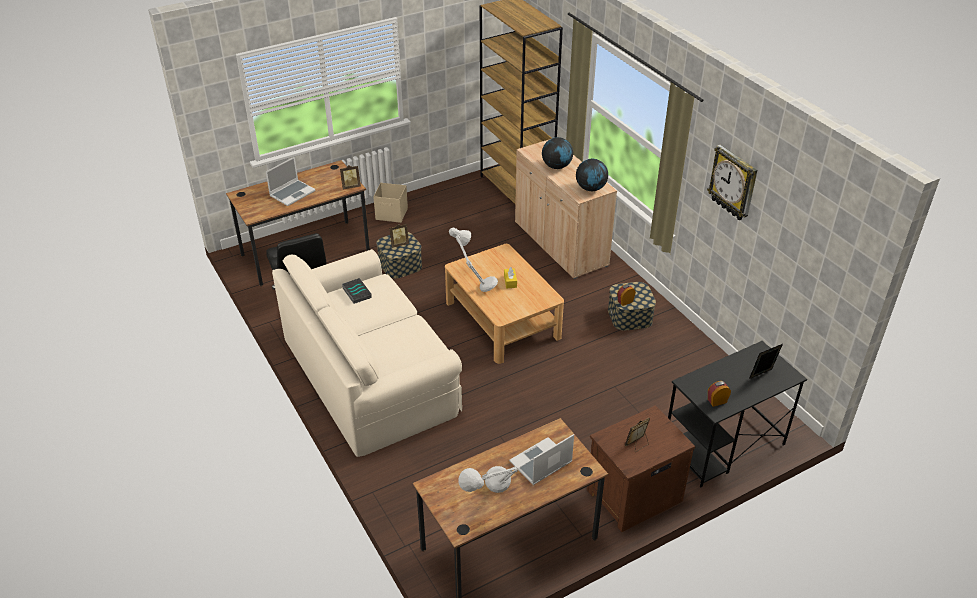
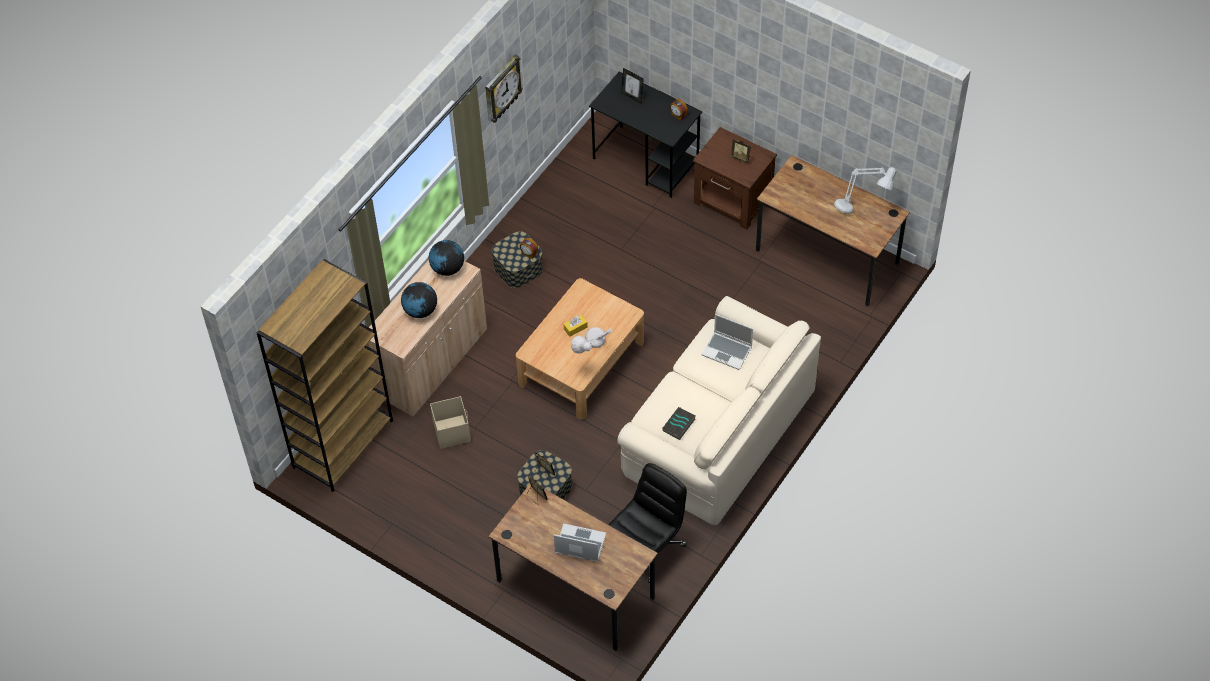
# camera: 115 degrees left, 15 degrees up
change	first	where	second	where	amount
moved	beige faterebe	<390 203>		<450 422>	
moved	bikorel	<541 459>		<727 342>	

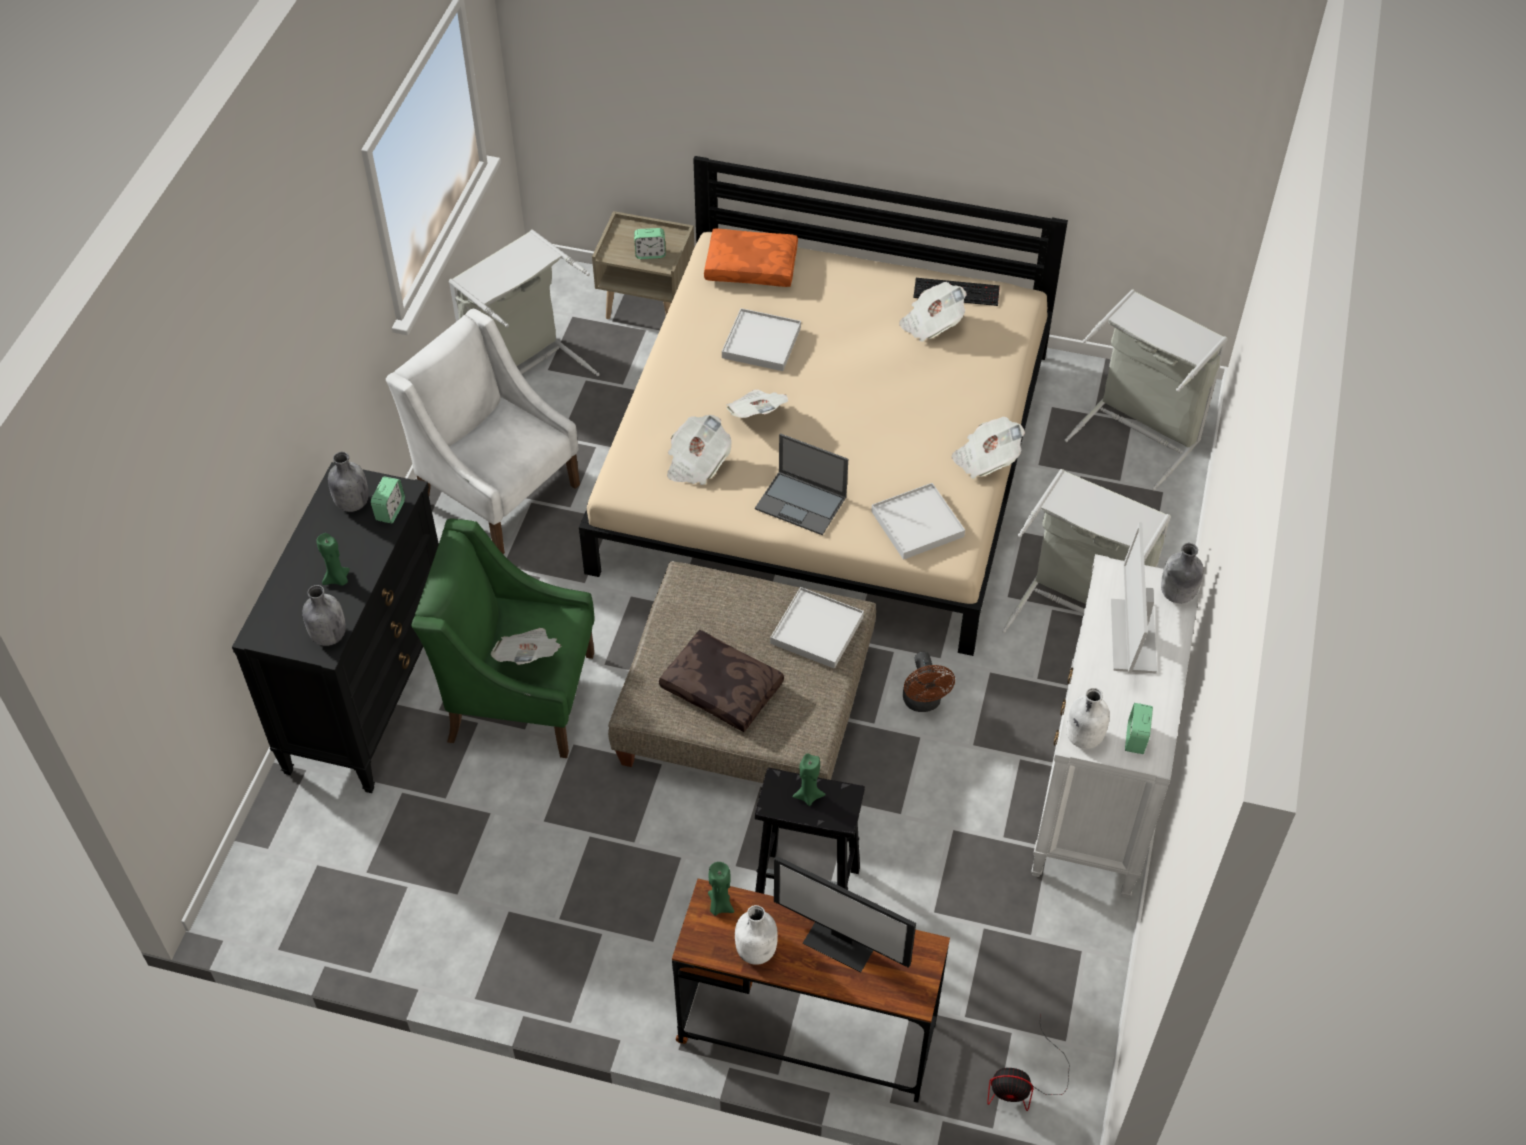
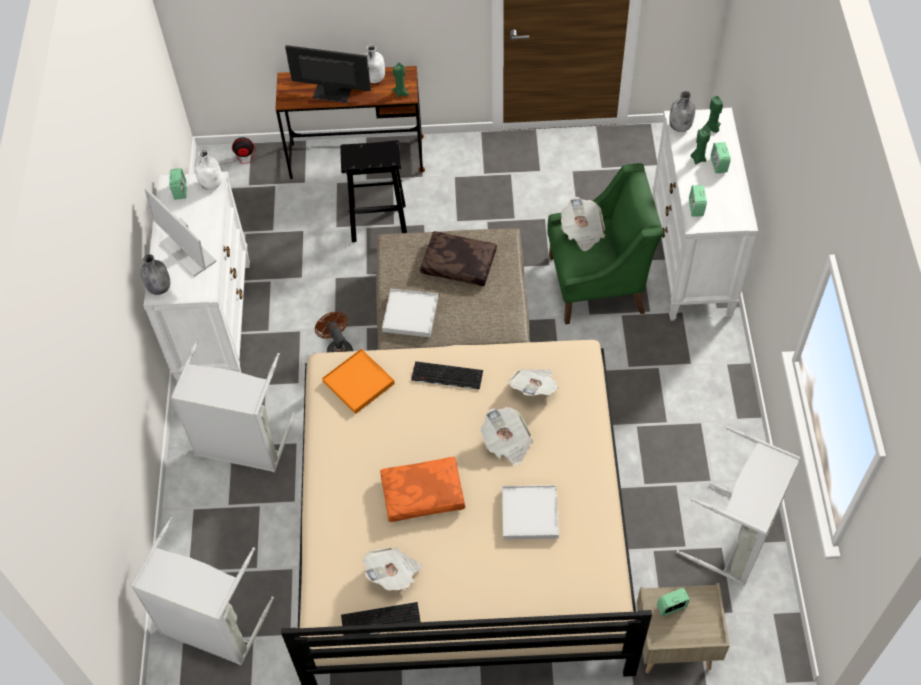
# camera: 165 degrees right, 5 degrees up
change	first	where	second	where	amount
turned	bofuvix	<1134 598>		<180 232>	150 degrees clockwise
recoloured	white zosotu	<918 521>	orange zosotu	<358 381>	
moved	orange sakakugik	<751 257>		<422 489>	
replaced	bikorel	<801 484>	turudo	<447 375>	
recoloured	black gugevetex	<335 627>	white gugevetex	<705 214>	
moved	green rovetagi	<809 779>		<714 114>	
added			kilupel	<721 157>	
removed	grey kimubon	<348 482>			
removed	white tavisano	<483 431>			
removed	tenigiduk	<988 448>			

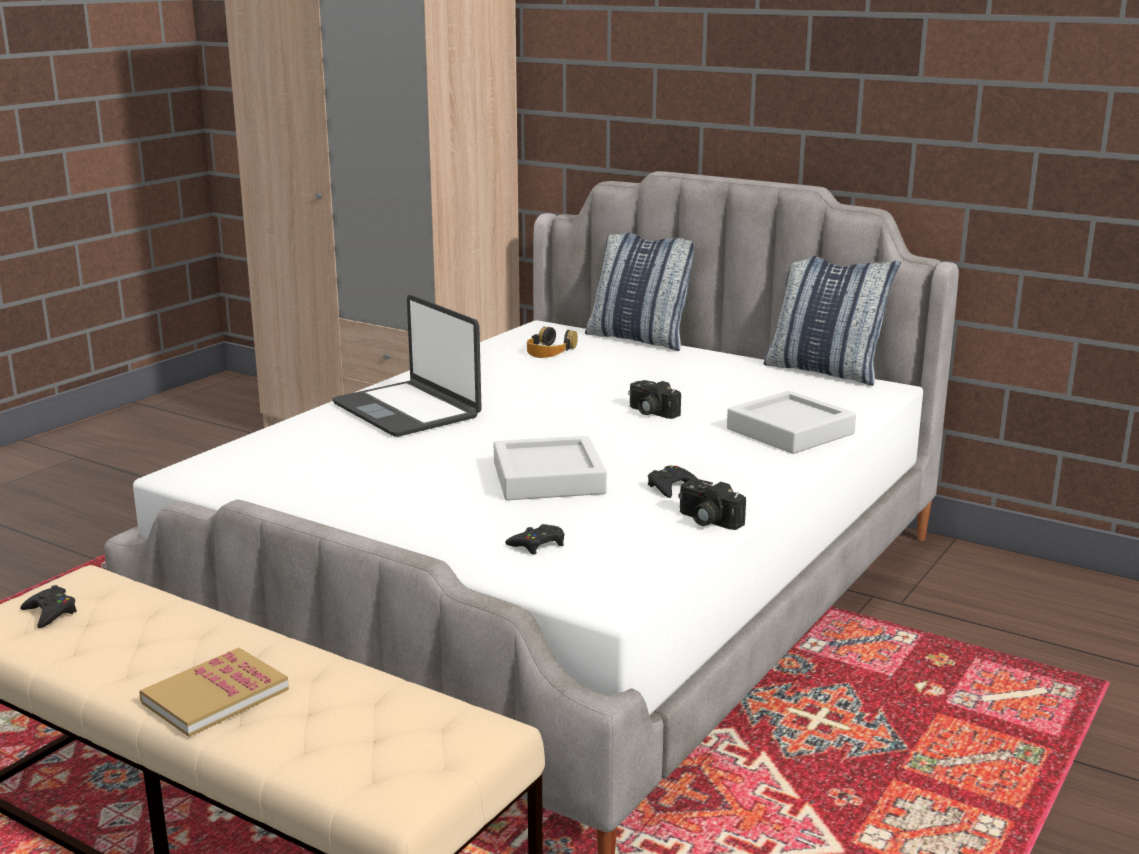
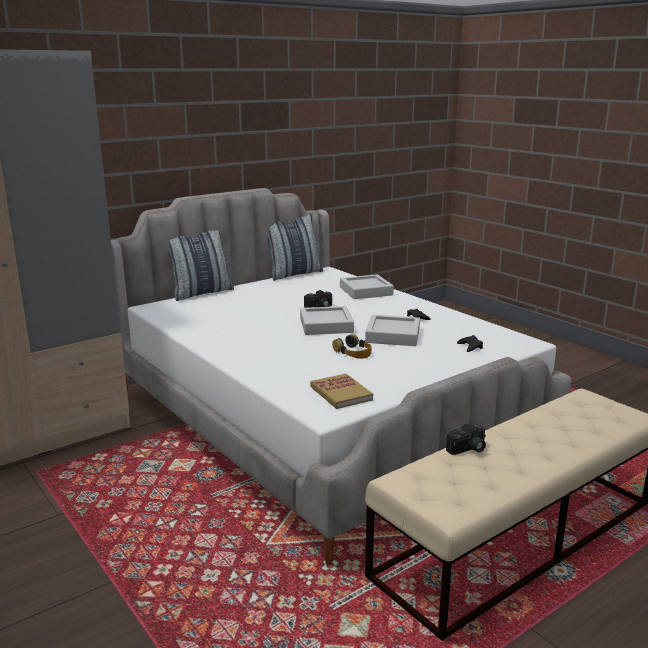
# camera: 70 degrees left, 0 degrees up
change	first	where	second	where	amount
added			grey zosotu	<327 320>	
moved	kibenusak	<214 692>		<341 391>	
moved	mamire	<552 342>		<352 346>	
moved	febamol	<712 504>		<466 439>	
removed	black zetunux	<48 606>			
removed	bikorel	<407 366>			

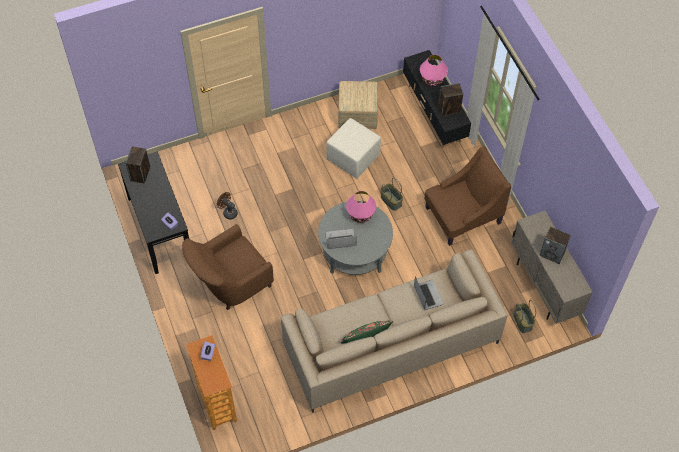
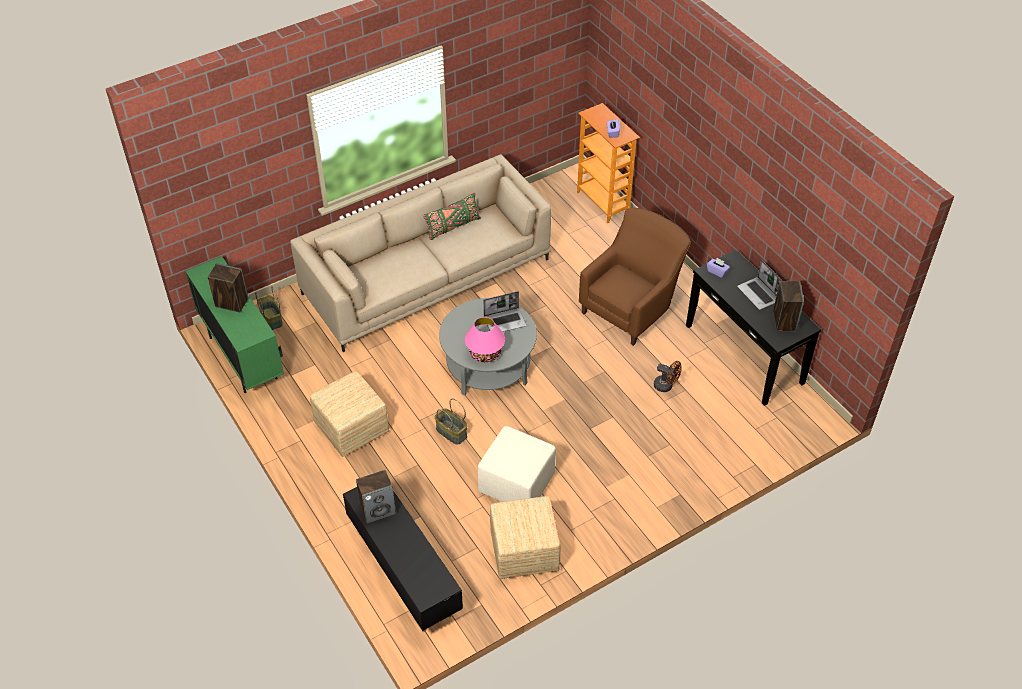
# camera: 170 degrees right, 10 degrees down
change	first	where	second	where	amount
recoloured	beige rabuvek	<552 267>	green rabuvek	<234 324>	
replaced	brown tavisano	<467 196>	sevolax	<349 414>	
moved	bikorel	<428 293>		<759 285>	
removed	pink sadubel	<434 70>			

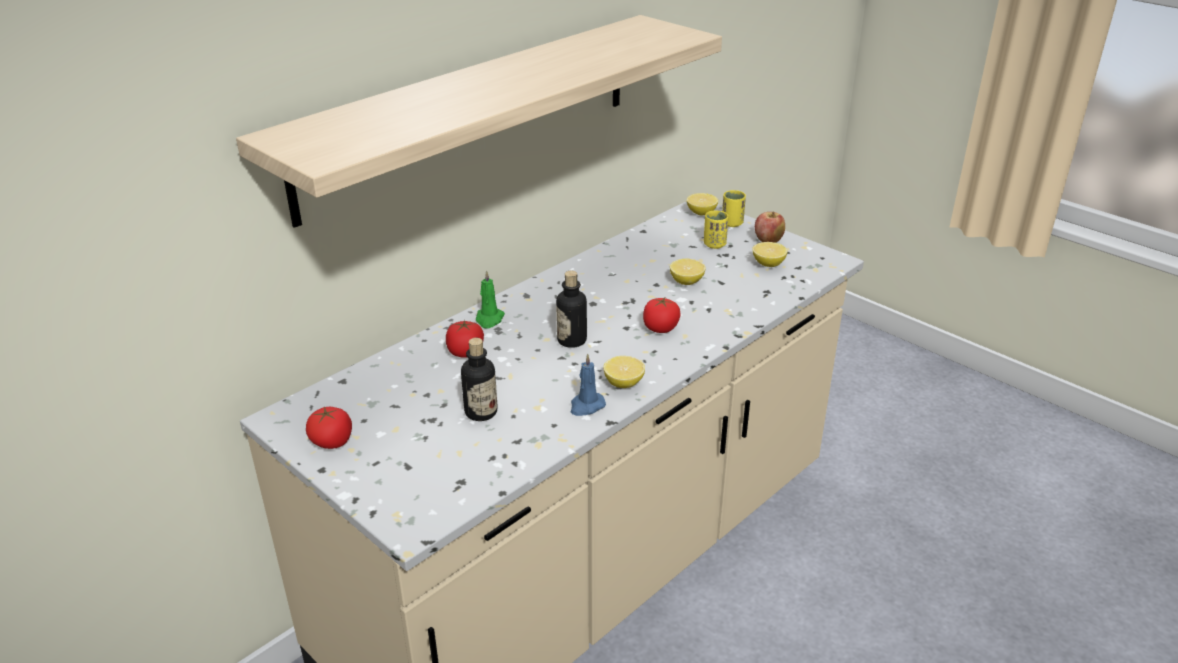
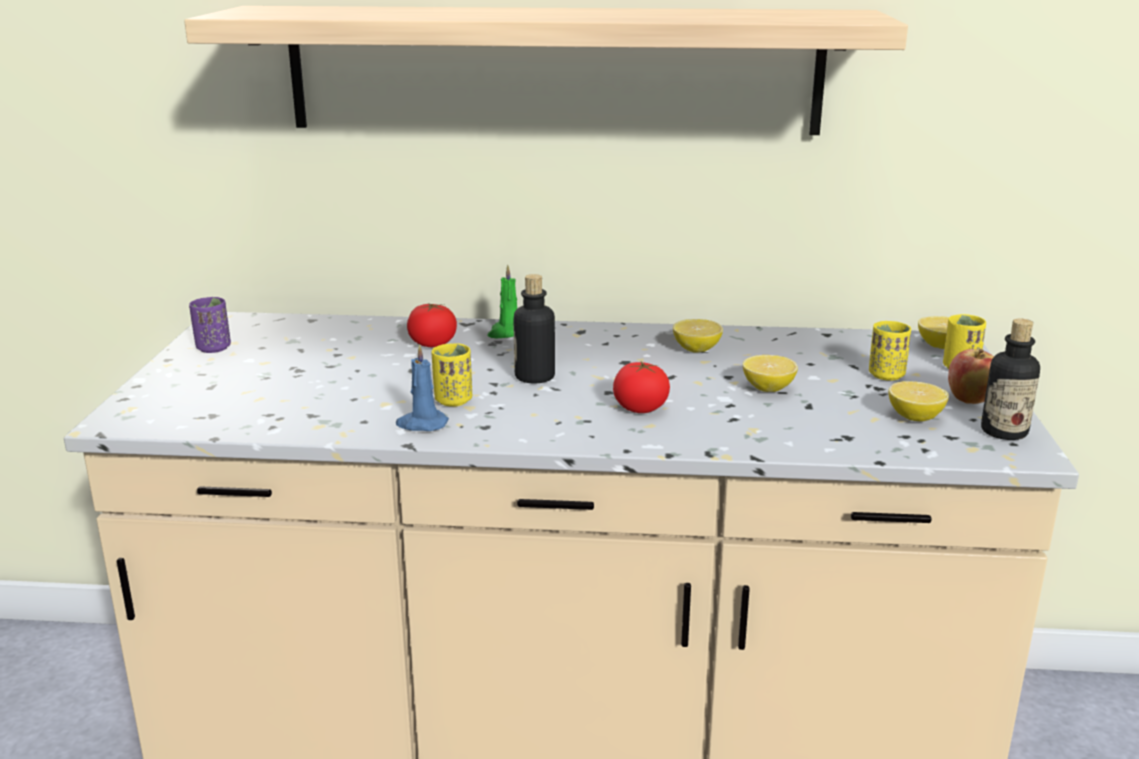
# camera: 50 degrees right, 10 degrees down
change	first	where	second	where	amount
replaced	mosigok	<329 427>	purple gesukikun	<210 325>	
added			yellow gesukikun	<452 374>	
moved	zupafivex	<624 372>		<698 336>	
moved	kimubon	<479 379>		<1010 379>	

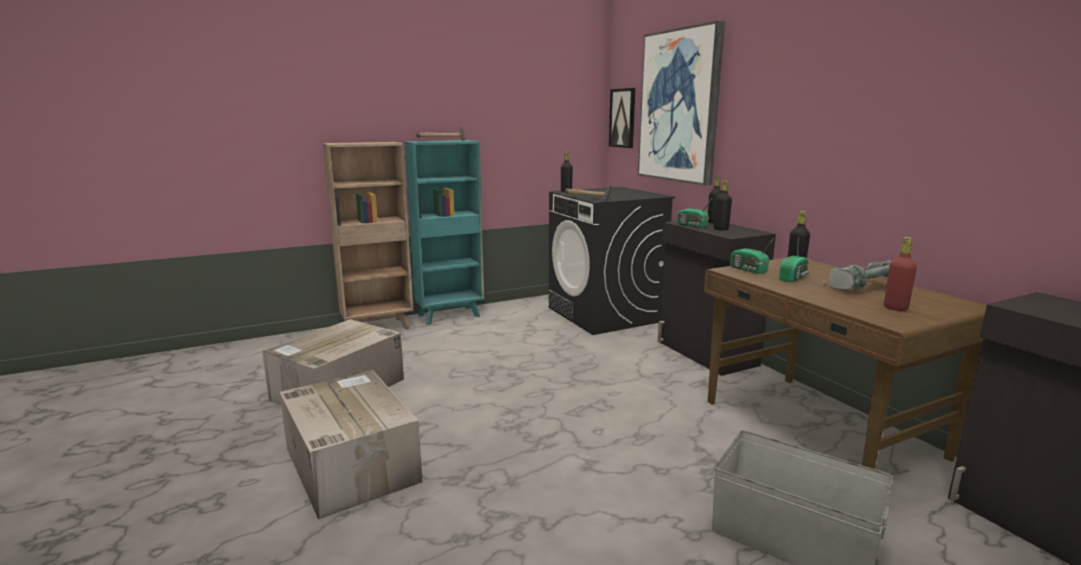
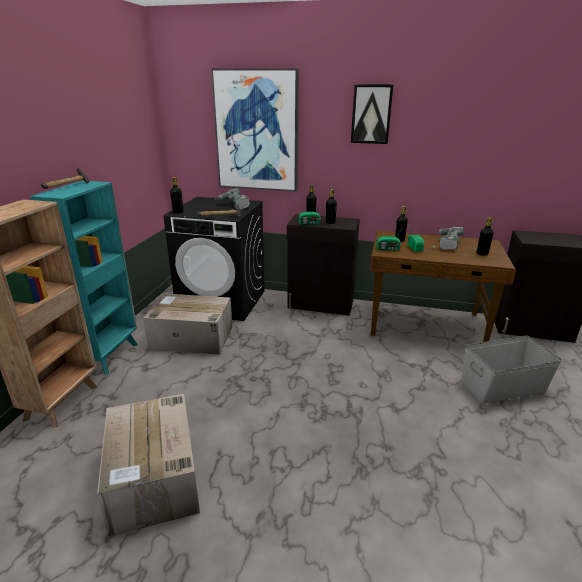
# camera: 50 degrees left, 10 degrees up
change	first	where	second	where	amount
moved	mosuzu	<350 444>		<188 324>	
added			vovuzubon	<232 199>	
moved	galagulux	<622 118>		<372 114>	
recoloured	red kimubon	<900 274>	black kimubon	<485 236>	

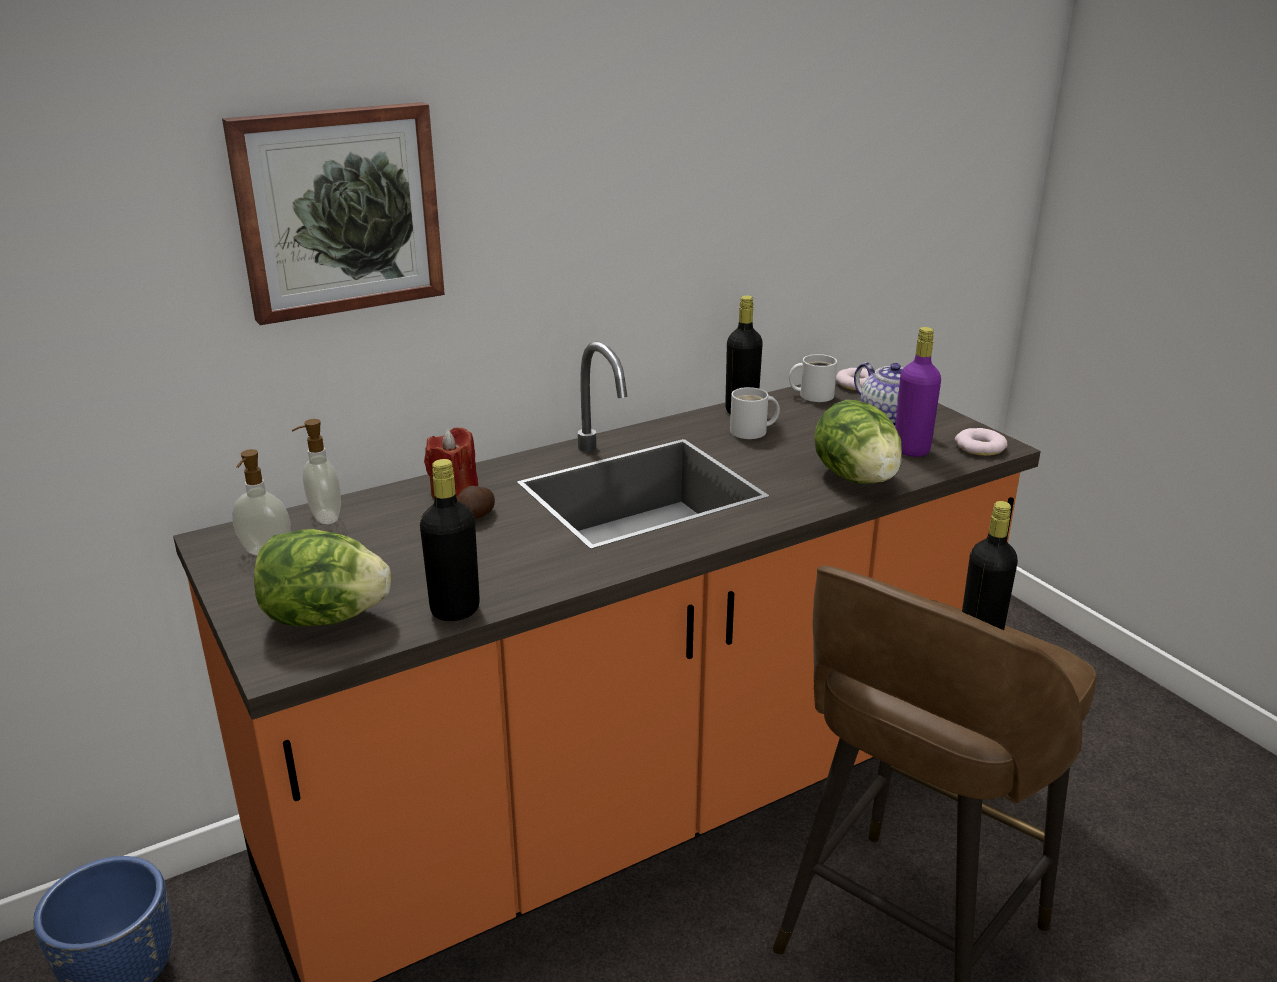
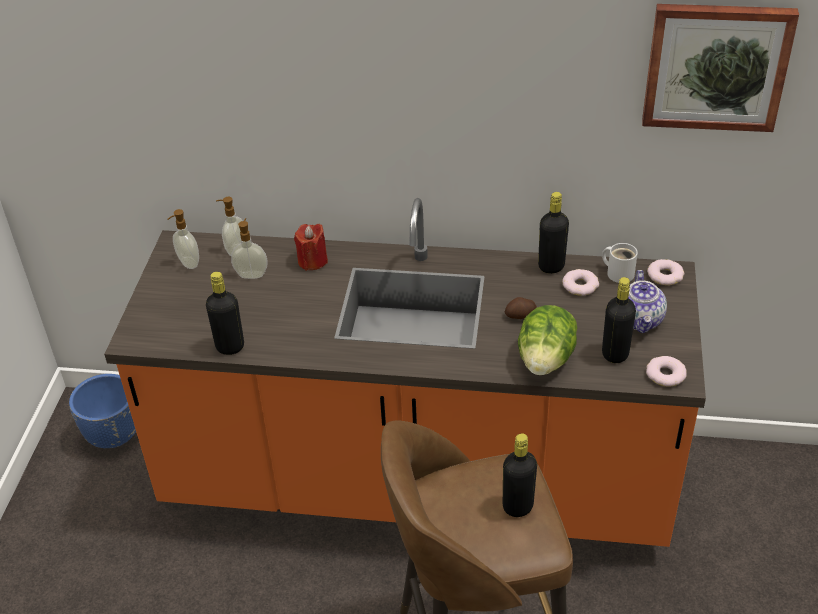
# camera: 40 degrees right, 15 degrees up
change	first	where	second	where	amount
added			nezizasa	<249 248>	
moved	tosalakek	<476 502>		<521 308>	
added			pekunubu	<580 282>	
recoloured	purple kimubon	<918 392>	black kimubon	<619 320>	
moved	galagulux	<333 213>		<720 68>	
removed	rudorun	<322 577>			
removed	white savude	<755 413>			

